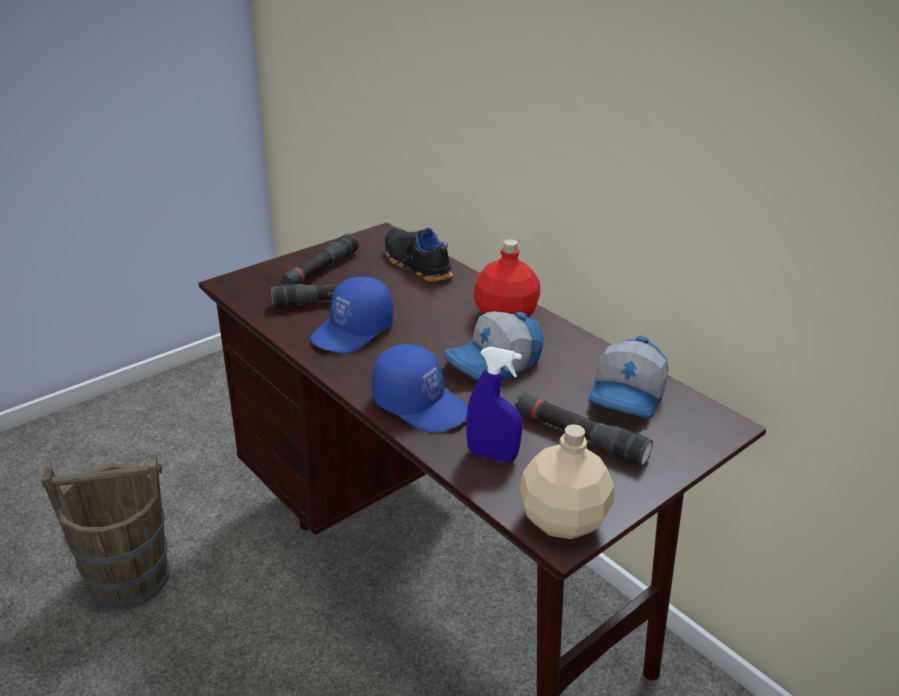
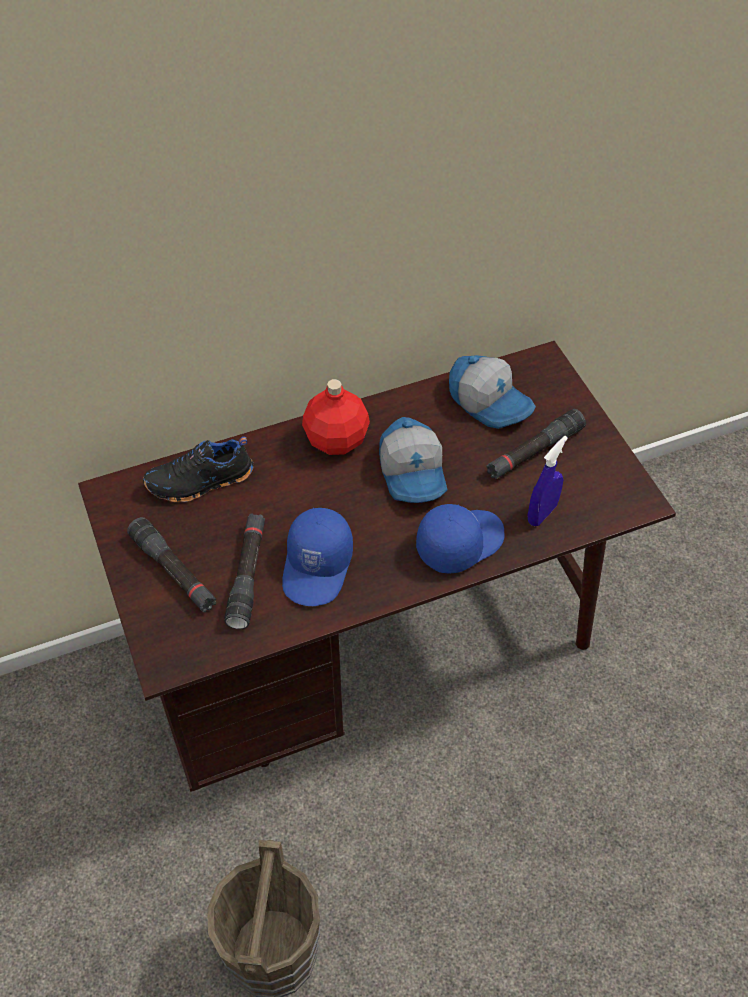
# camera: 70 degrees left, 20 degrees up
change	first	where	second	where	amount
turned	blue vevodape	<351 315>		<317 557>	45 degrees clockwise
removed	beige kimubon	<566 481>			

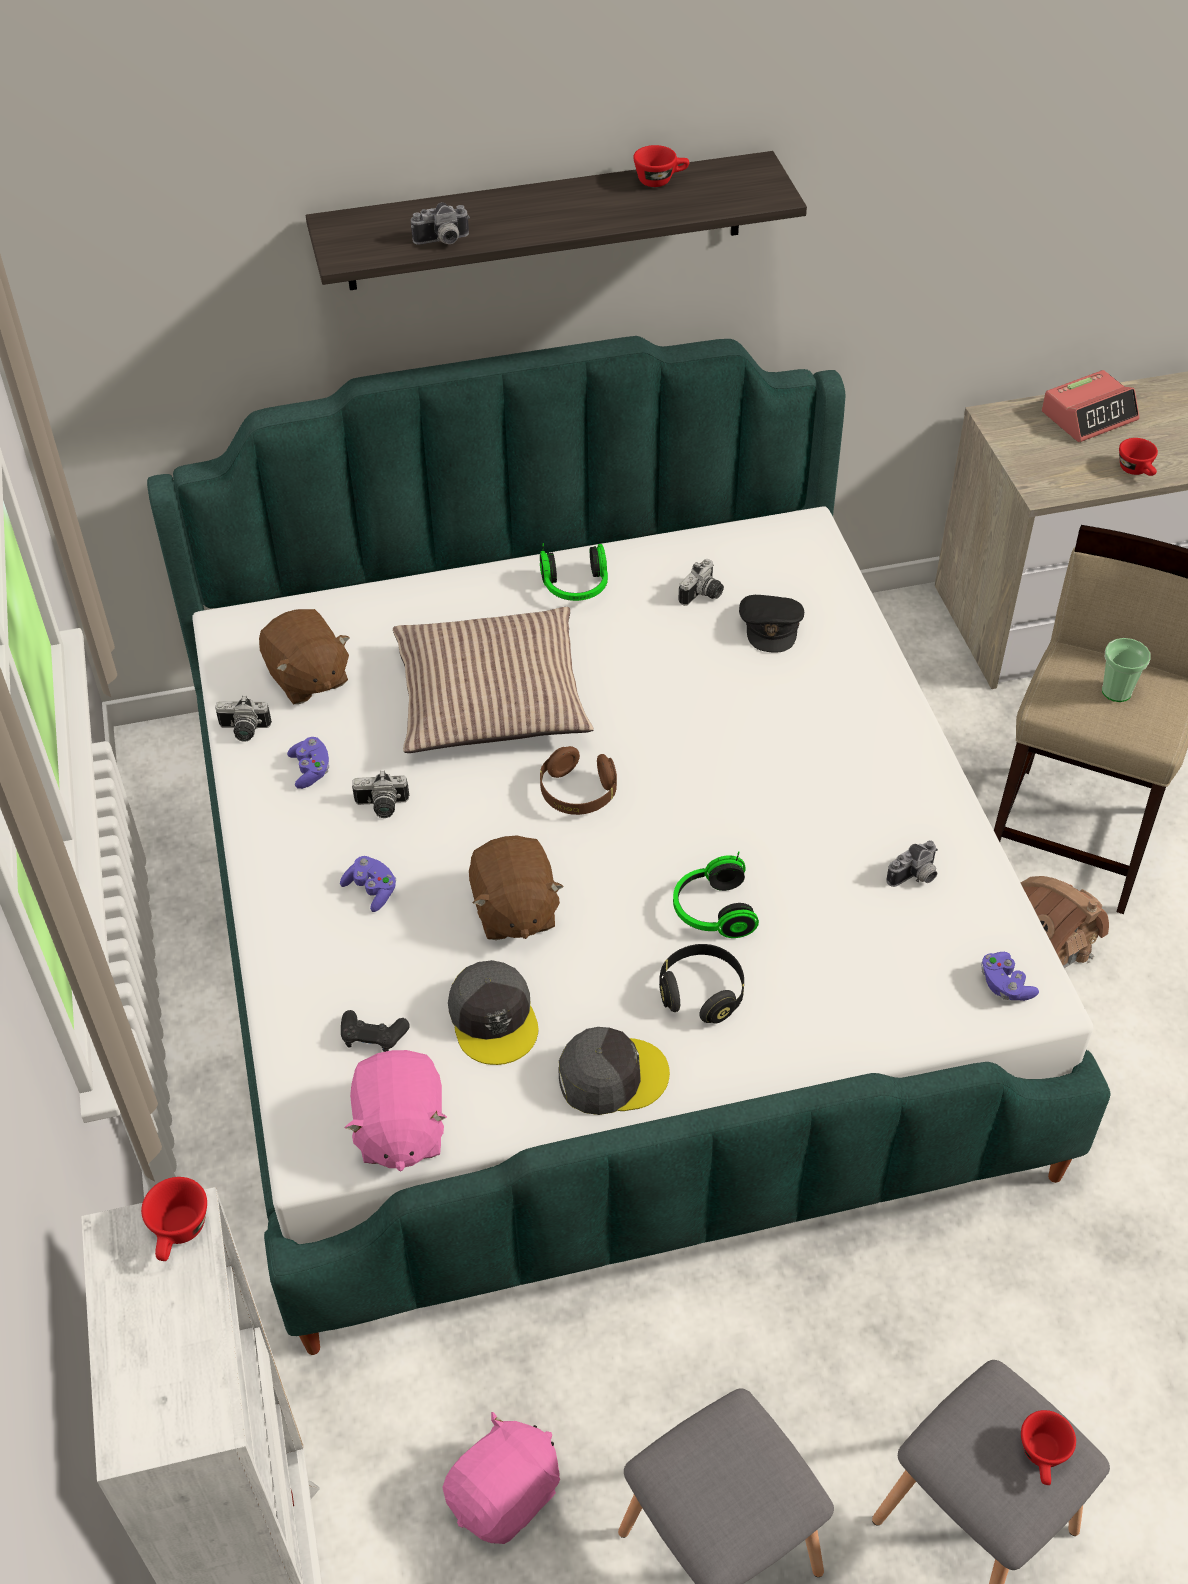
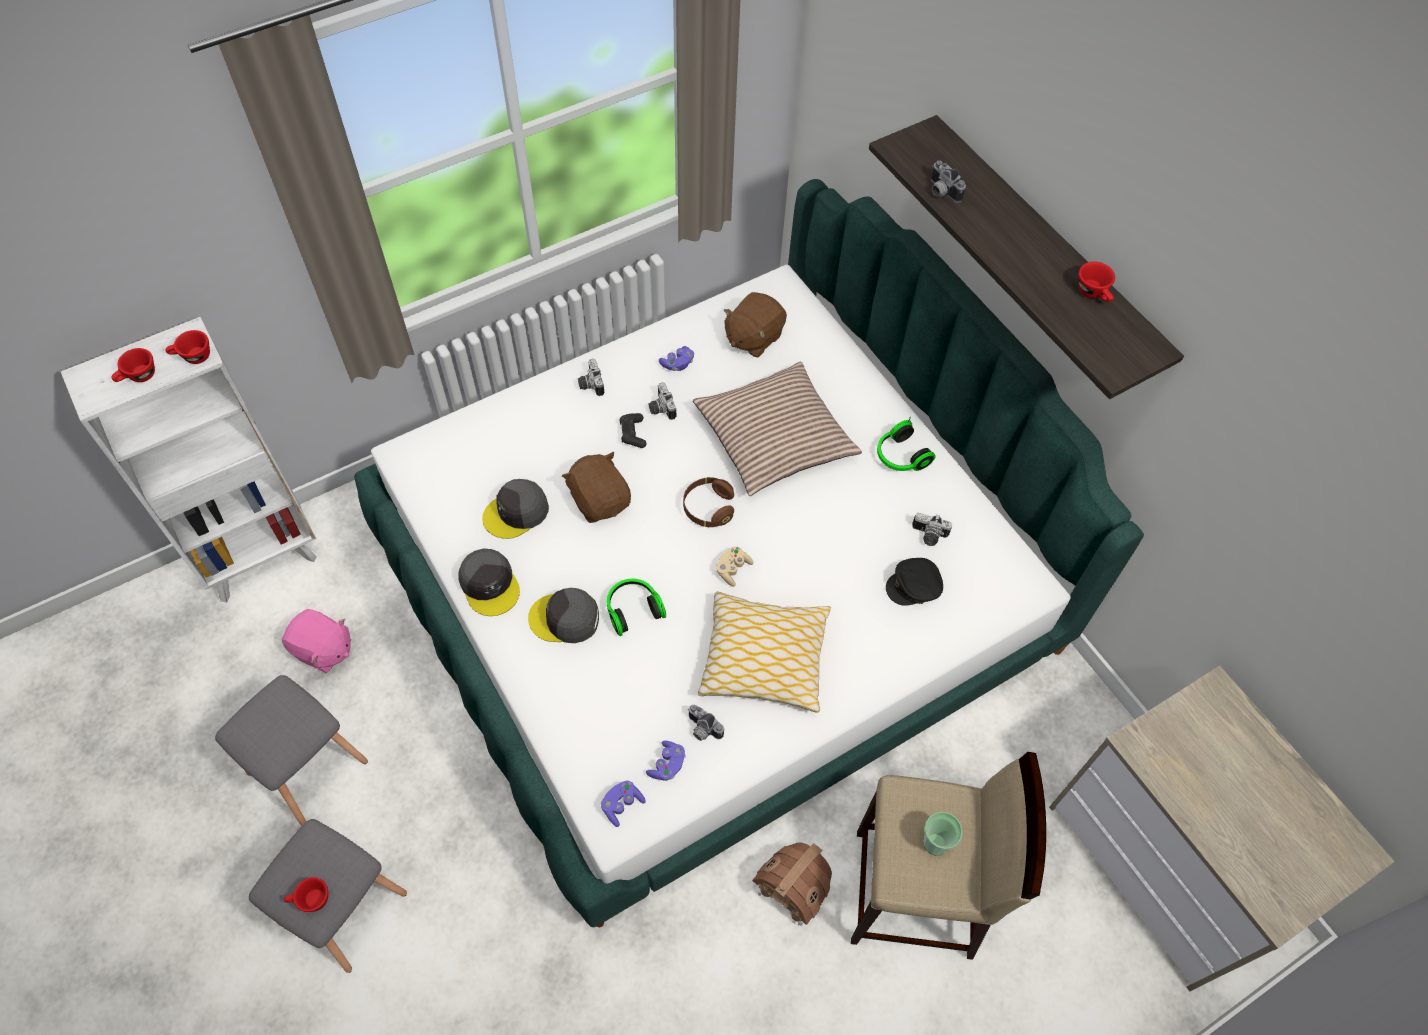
# camera: 70 degrees right, 10 degrees up
change	first	where	second	where	amount
moved	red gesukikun	<1138 457>		<133 365>	
replaced	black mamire	<701 984>	grey vevodape	<563 615>	
turned	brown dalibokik	<516 887>		<596 487>	90 degrees clockwise
moved	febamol	<243 719>		<591 377>	
moved	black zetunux	<375 1031>		<633 430>	
moved	purple zetunux	<368 884>		<666 761>	
added			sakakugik	<764 652>	
added			beige zetunux	<735 567>	
removed	pink dalibokik	<396 1110>			
removed	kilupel	<1090 406>			

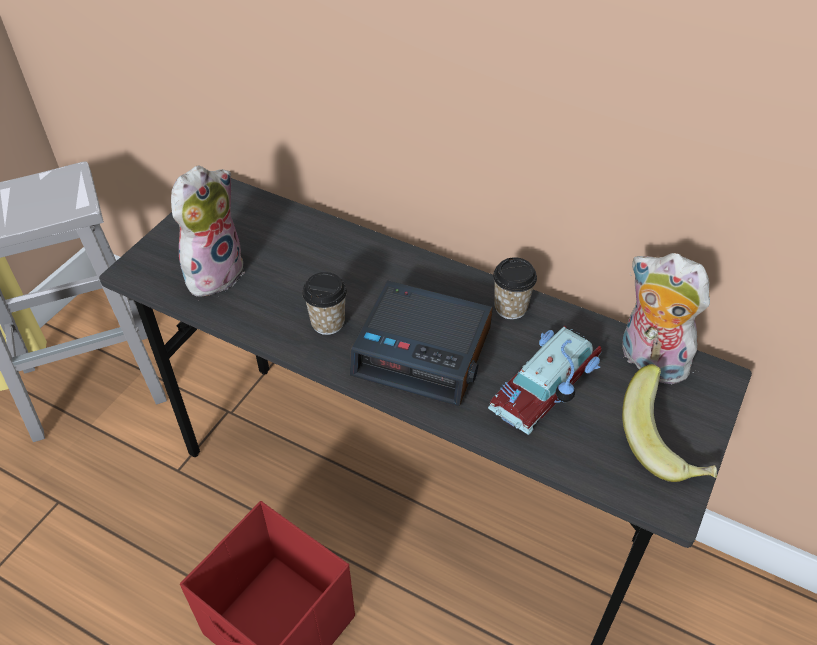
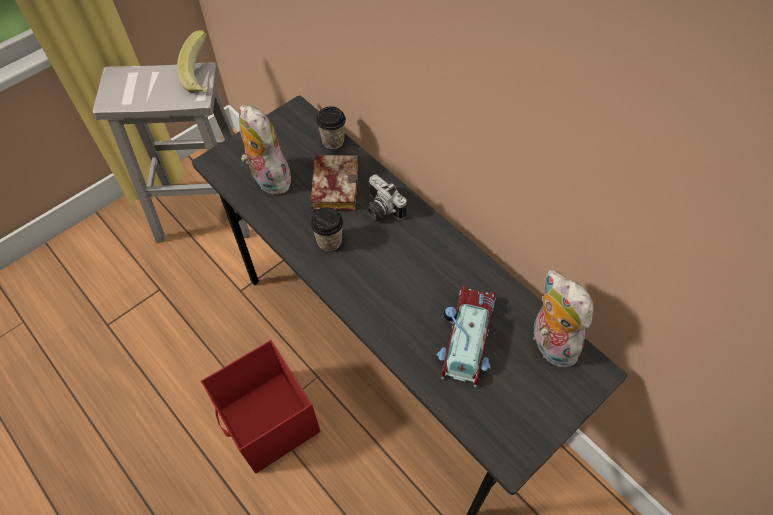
# camera: 20 degrees right, 10 degrees up
change	first	where	second	where	amount
moved	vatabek	<669 423>		<192 61>	
turned	dalibokik	<208 233>		<265 150>	90 degrees counterclockwise
added			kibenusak	<334 183>	
moved	gesukikun	<515 288>		<331 127>	
added			febamol	<386 197>	
turned	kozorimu	<544 380>		<466 336>	135 degrees clockwise
removed	kilupel	<421 343>			

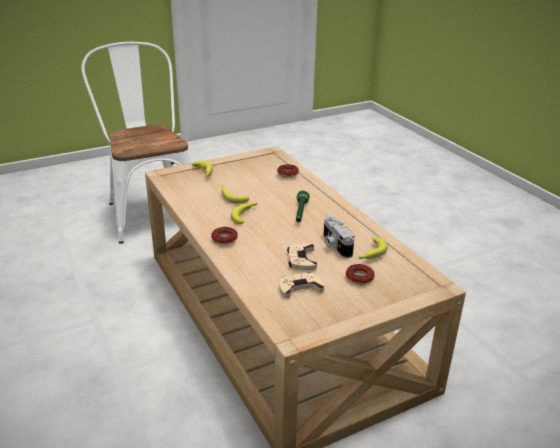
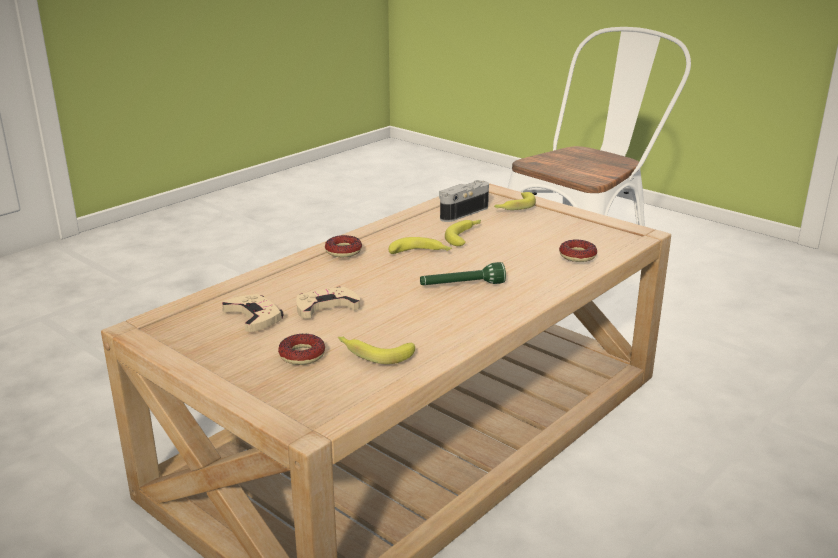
# camera: 70 degrees right, 5 degrees down
change	first	where	second	where	amount
moved	febamol	<339 236>		<464 201>	

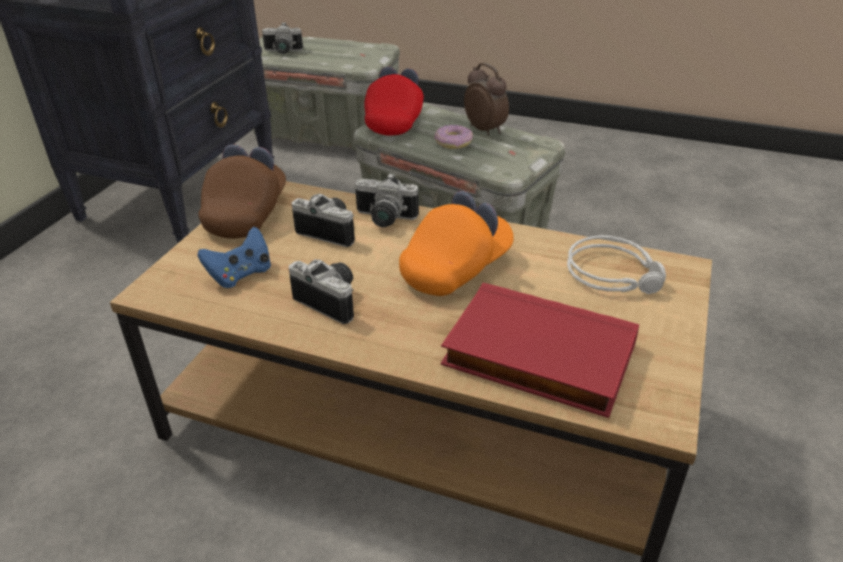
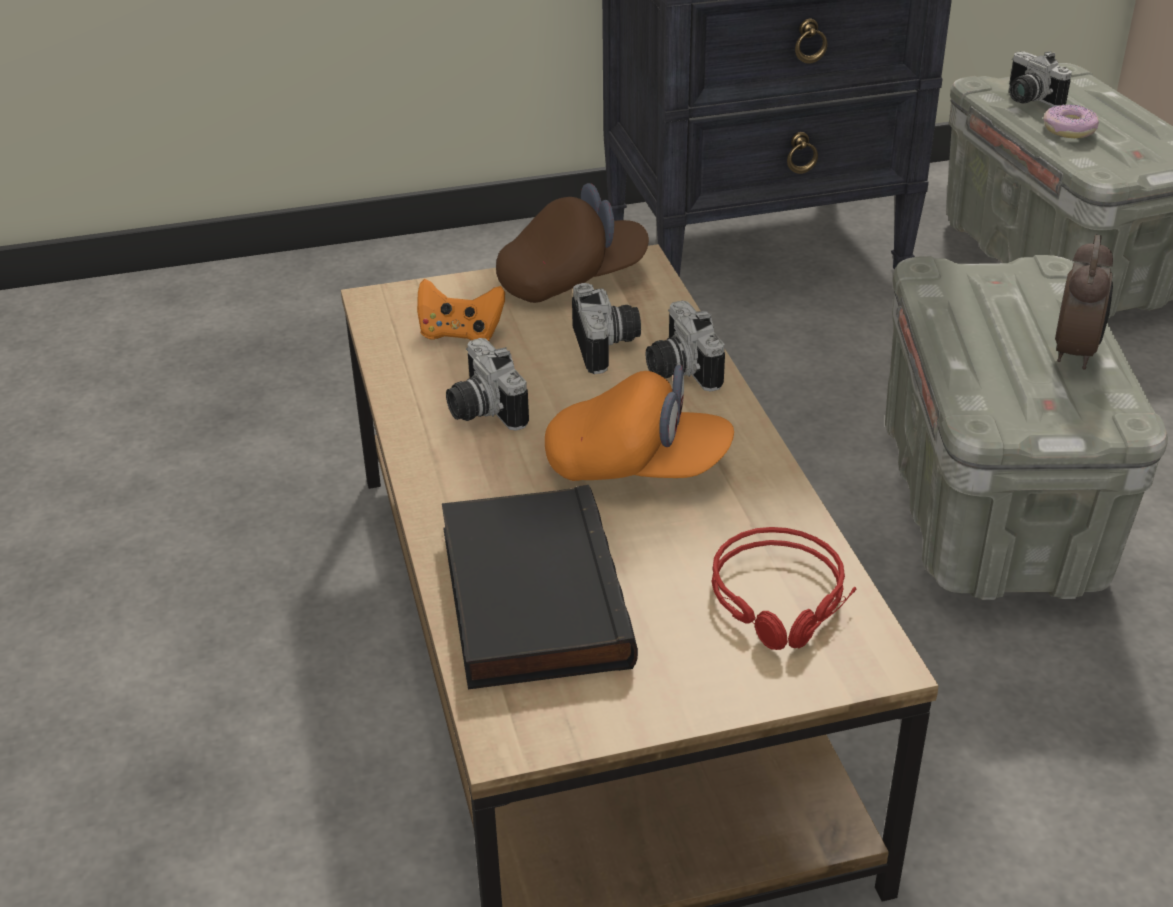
# camera: 55 degrees right, 0 degrees up
change	first	where	second	where	amount
recoloured	blue zetunux	<234 257>	orange zetunux	<461 310>	
recoloured	red kibenusak	<540 350>	black kibenusak	<540 587>	
turned	febamol	<321 291>		<487 384>	150 degrees clockwise
recoloured	grey mamire	<616 264>	red mamire	<784 588>	
moved	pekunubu	<453 137>		<1071 121>	
removed	red vevodape	<394 101>			

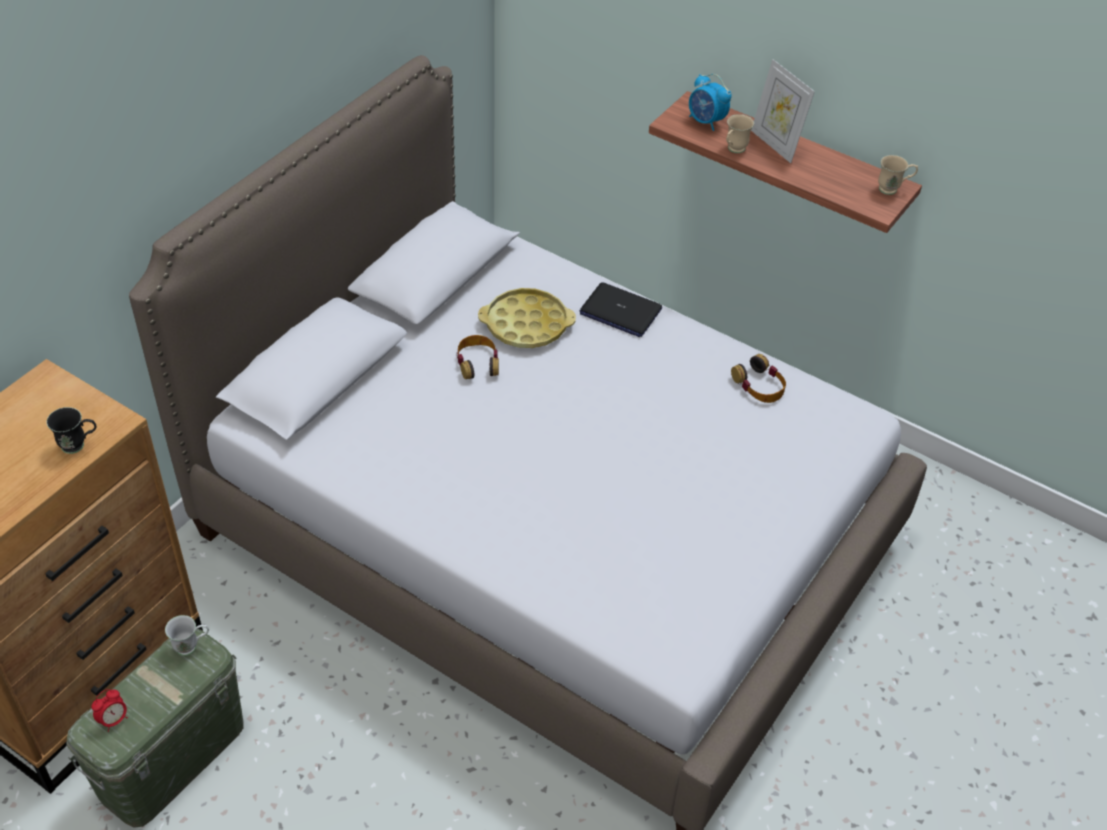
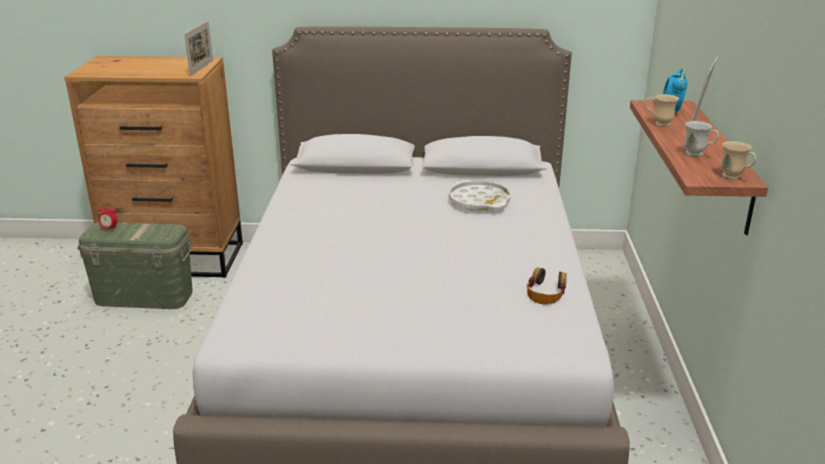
# camera: 60 degrees right, 20 degrees down
change	first	where	second	where	amount
added			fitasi	<198 48>	
recoloured	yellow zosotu	<527 318>	white zosotu	<480 195>	
moved	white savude	<187 635>		<701 139>	
removed	black savude	<71 430>			
removed	mamire	<478 357>			
removed	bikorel	<621 309>			

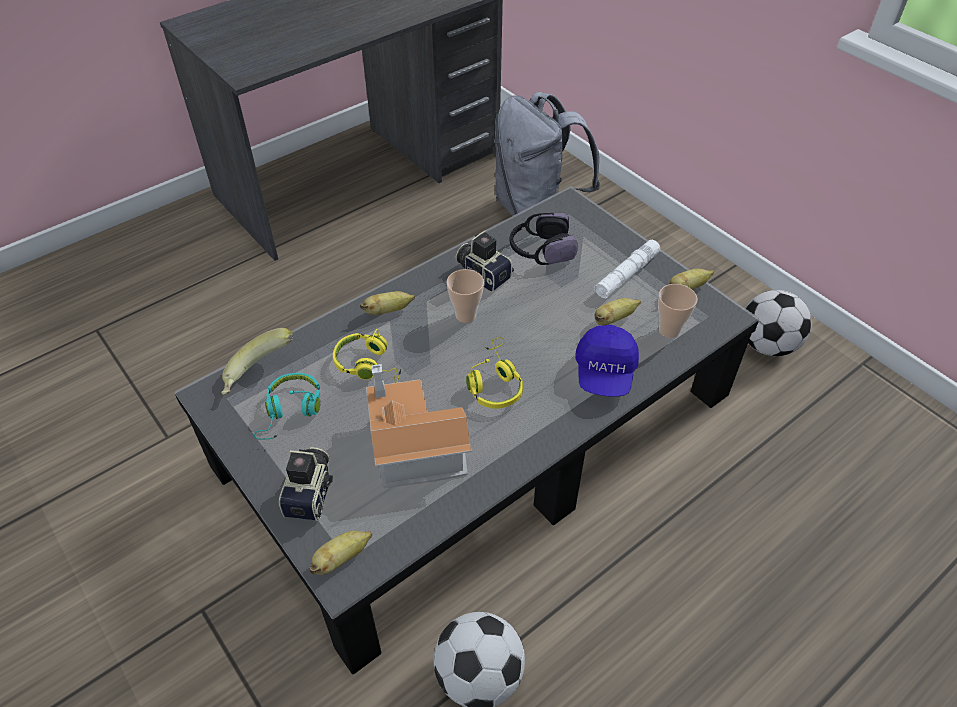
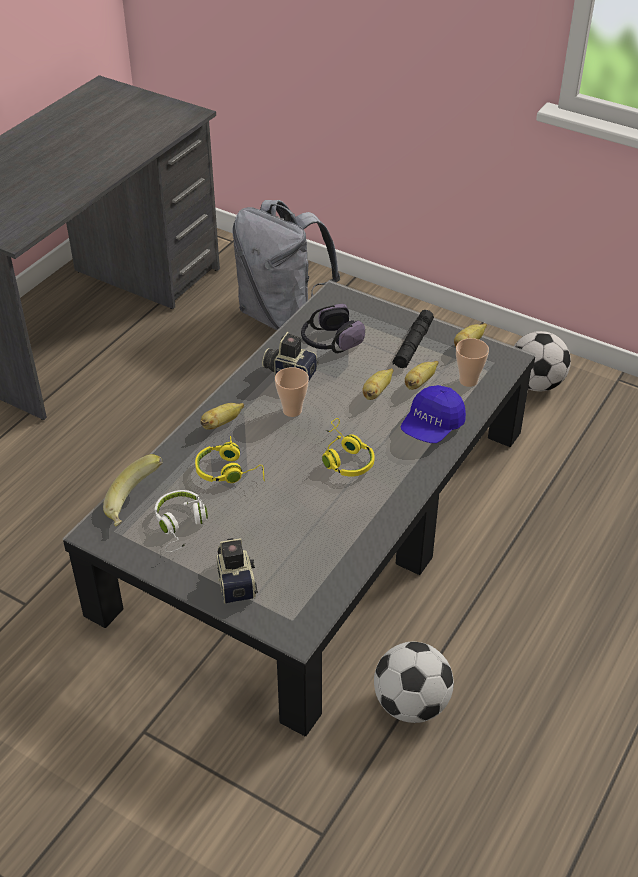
# camera: 20 degrees left, 5 degrees down
change	first	where	second	where	amount
recoloured	turquoise mamire	<287 406>	white mamire	<181 521>	
moved	vatabek	<340 553>		<378 384>	
recoloured	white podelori	<626 269>	black podelori	<413 339>	
turned	blue vevodape	<607 361>		<433 414>	45 degrees clockwise
removed	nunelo	<419 426>			

